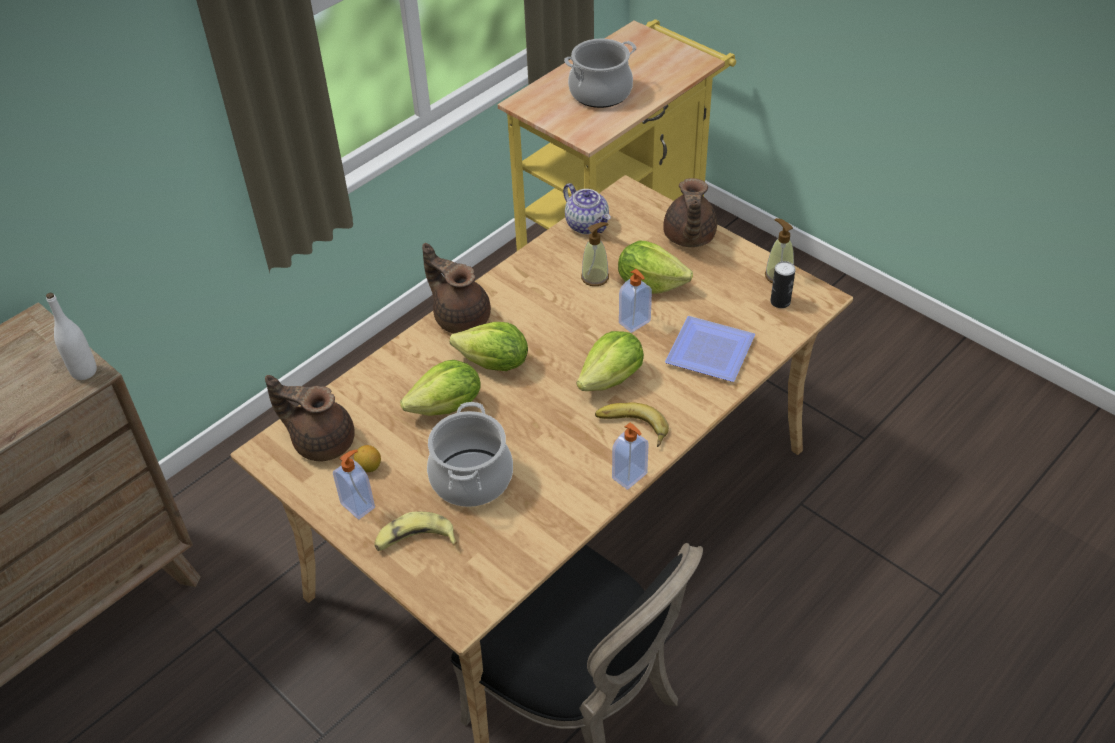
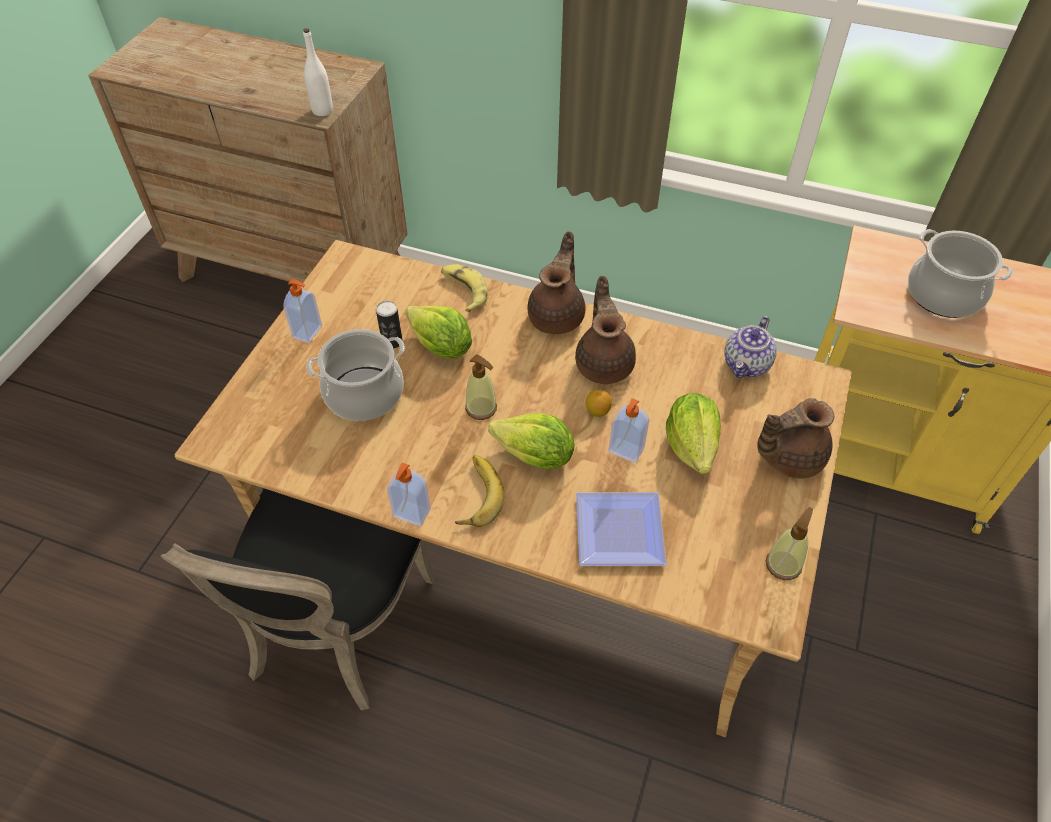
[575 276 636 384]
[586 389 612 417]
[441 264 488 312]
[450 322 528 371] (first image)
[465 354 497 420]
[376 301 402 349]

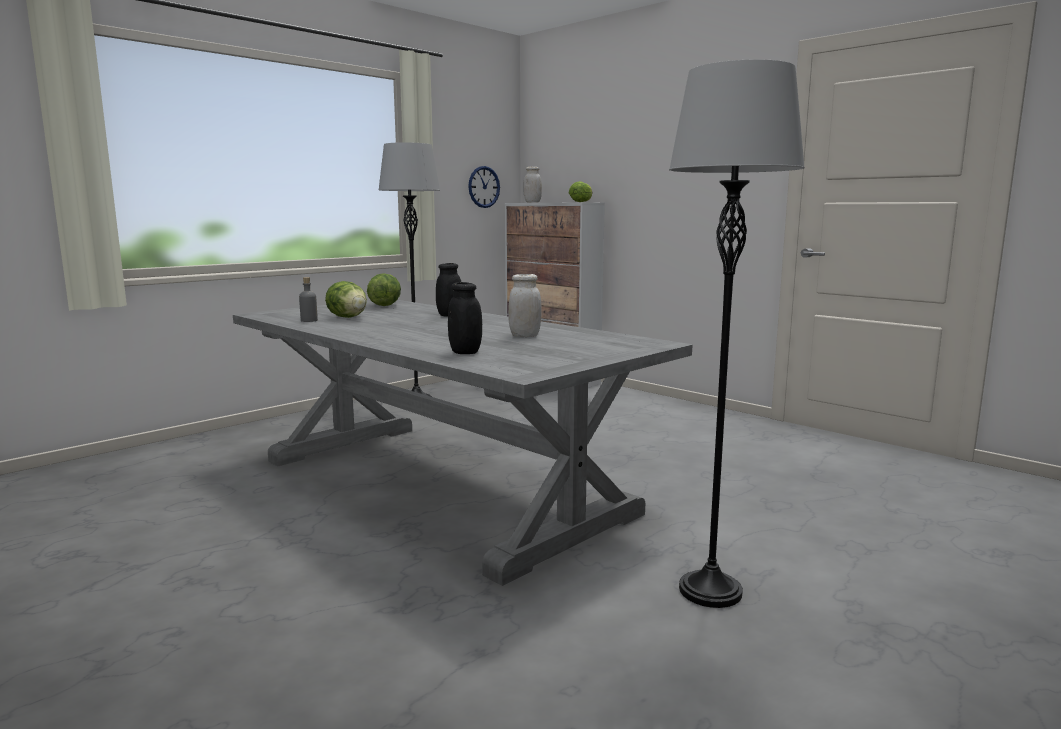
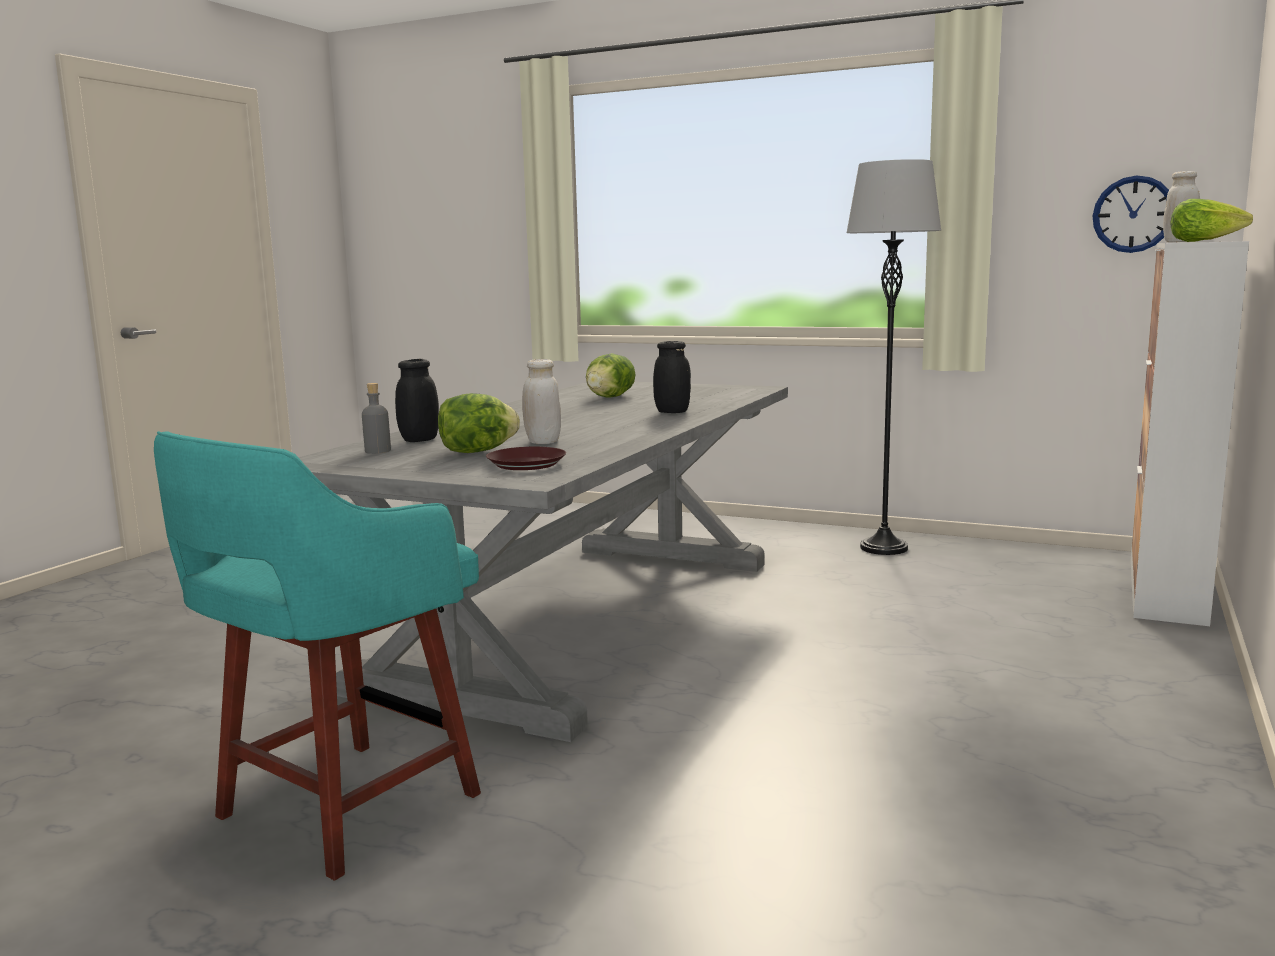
[362 383 391 454]
[438 393 520 453]
[154 431 481 881]
[486 447 566 470]

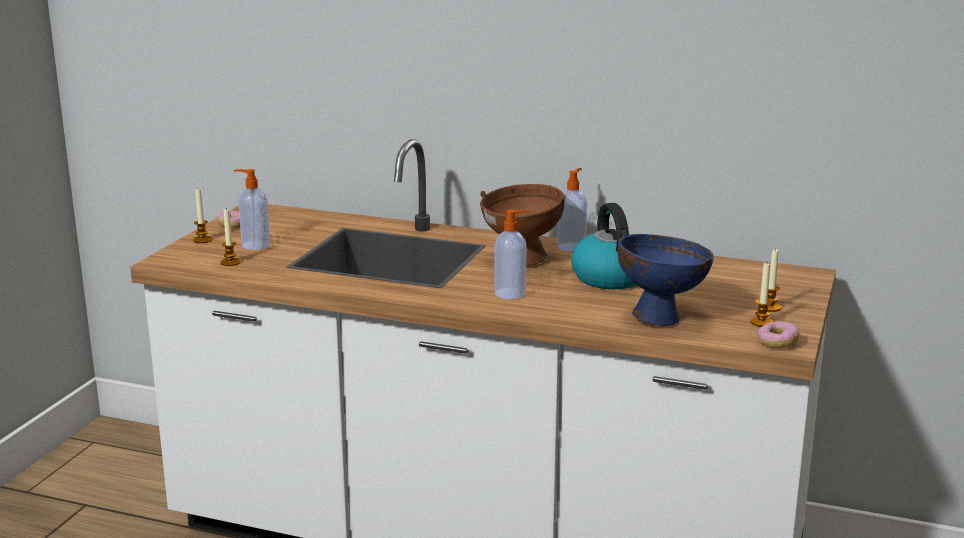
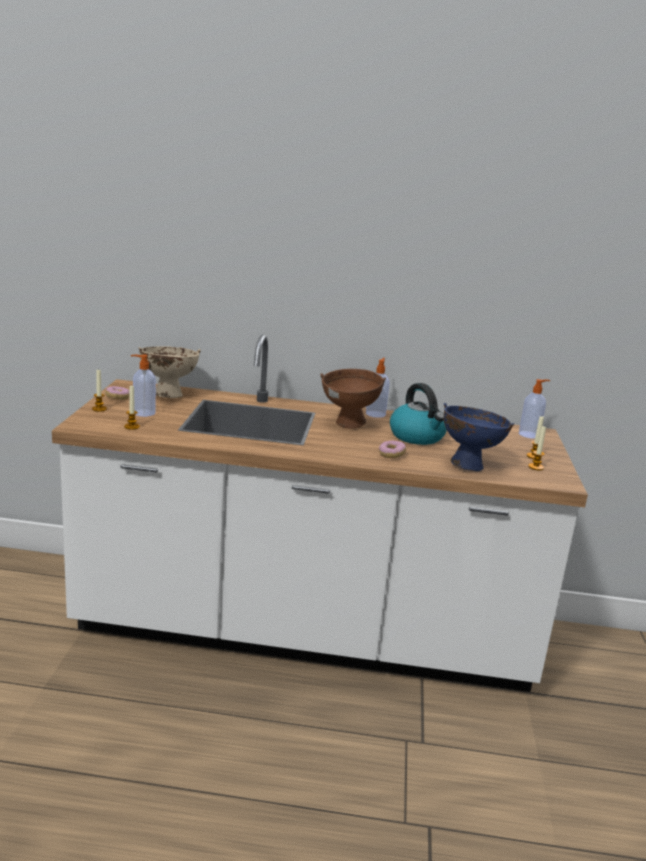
[519 379 550 439]
[379 441 406 458]
[139 346 201 398]

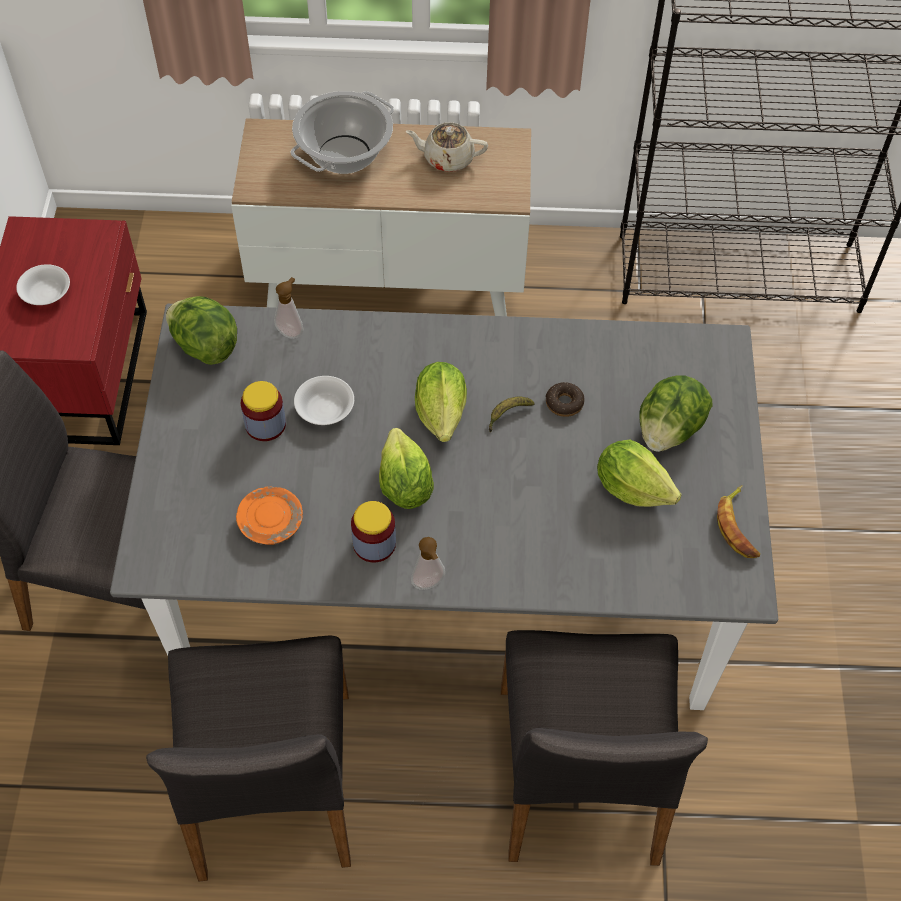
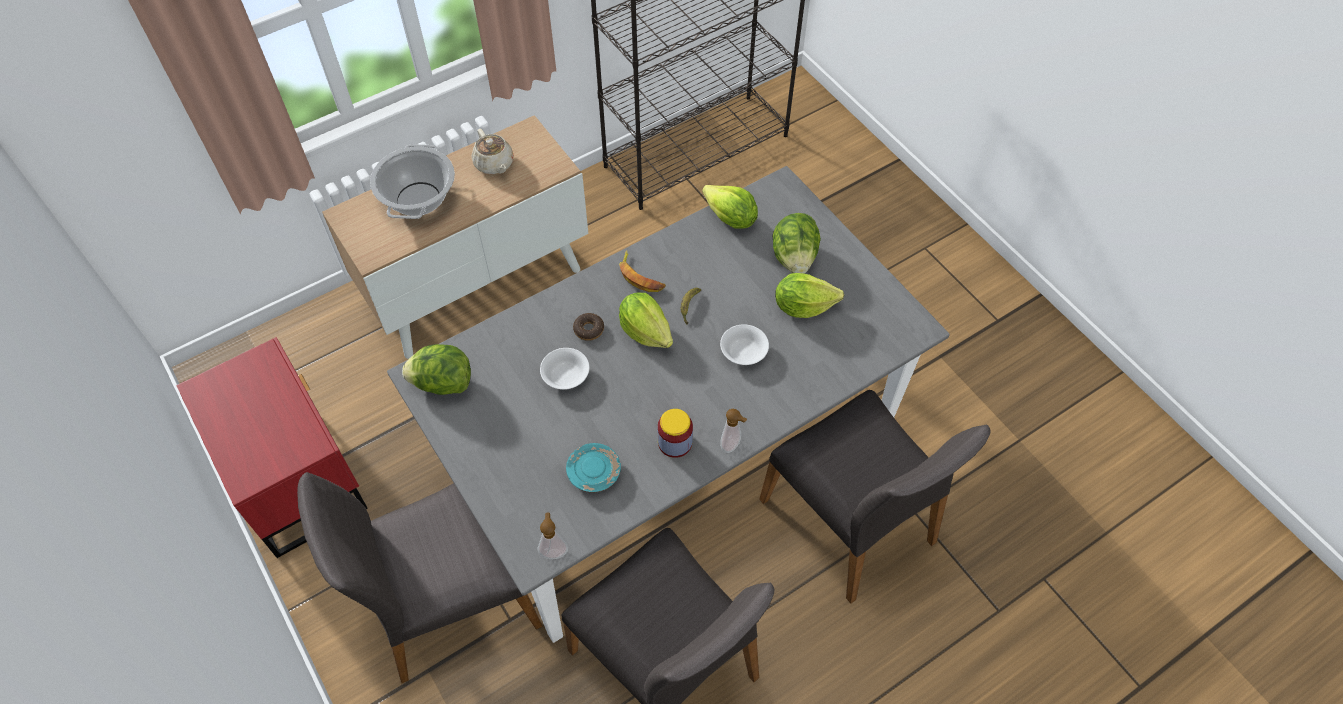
[720 324 769 365]
[566 443 621 493]
[241 381 286 441] (first image)
[537 513 568 559]
[702 185 758 229]
[472 129 514 174]
[573 313 604 341]
[619 250 666 292]

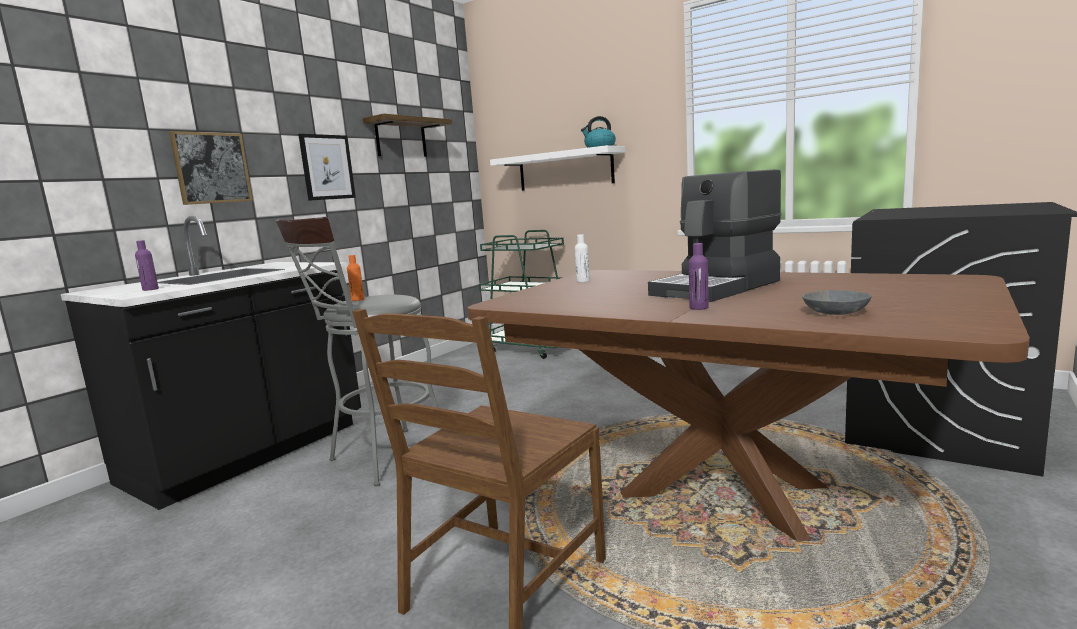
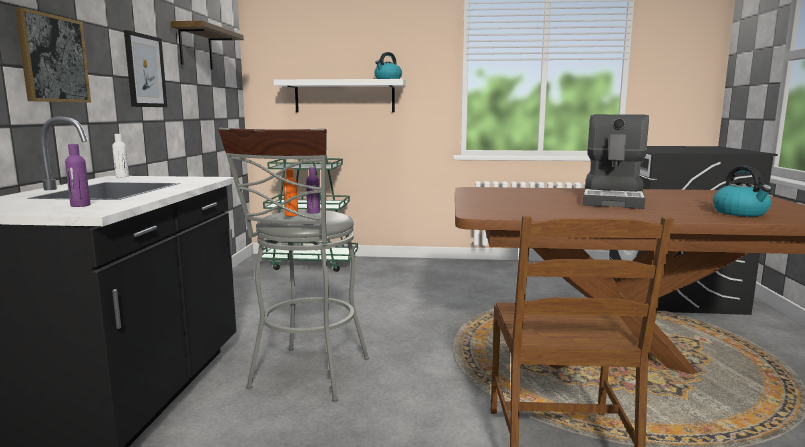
[112 134 129 177]
[306 167 320 213]
[713 165 772 217]

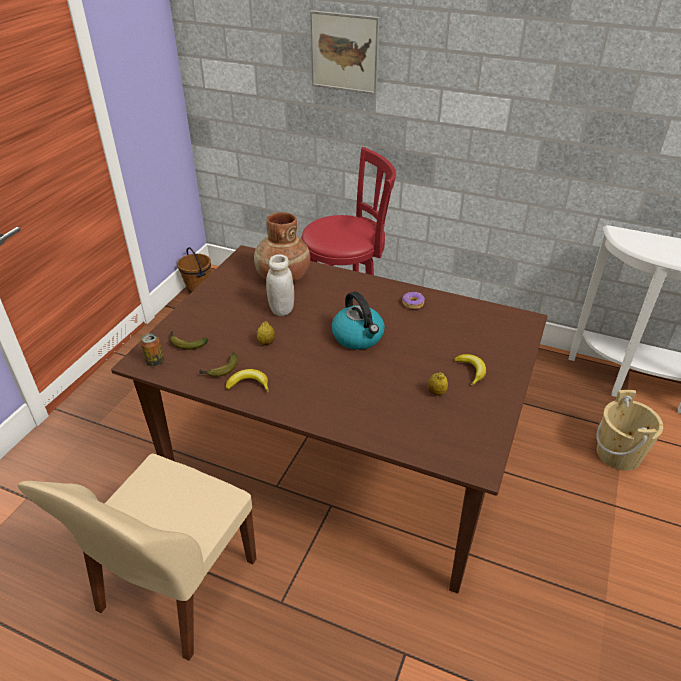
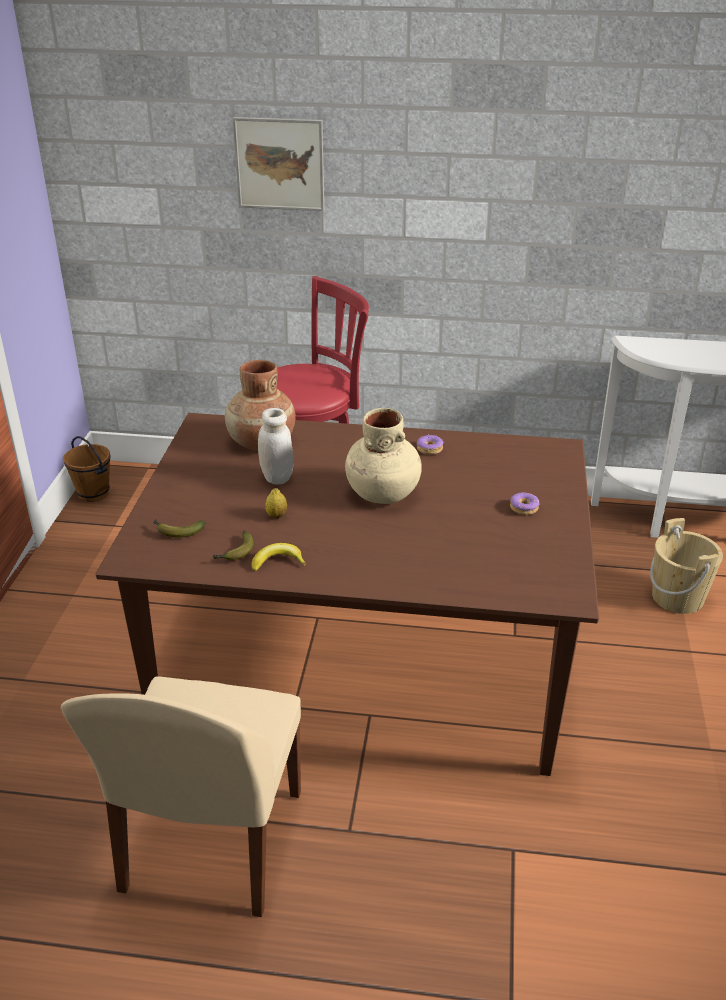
[141 333 164 366] (first image)
[345 408 422 504]
[428 372 448 396] (first image)
[510 493 539 515]

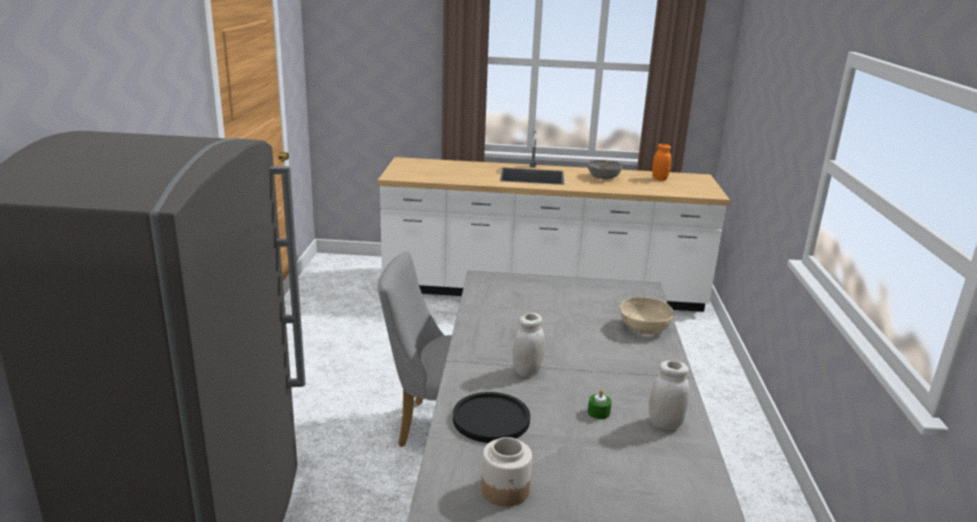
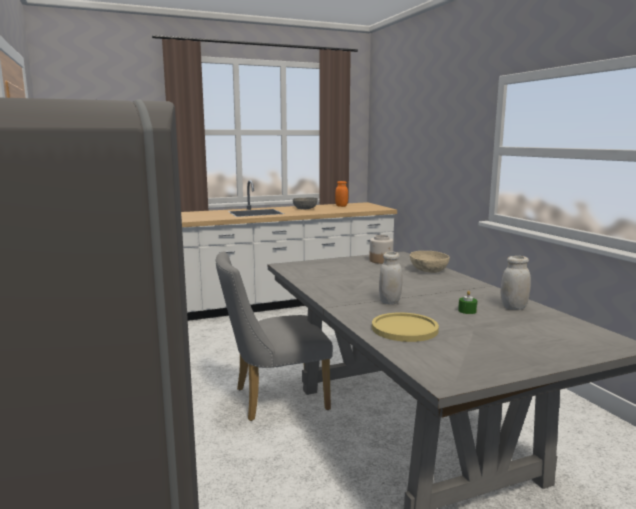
[372 312 439 342]
[369 235 393 264]

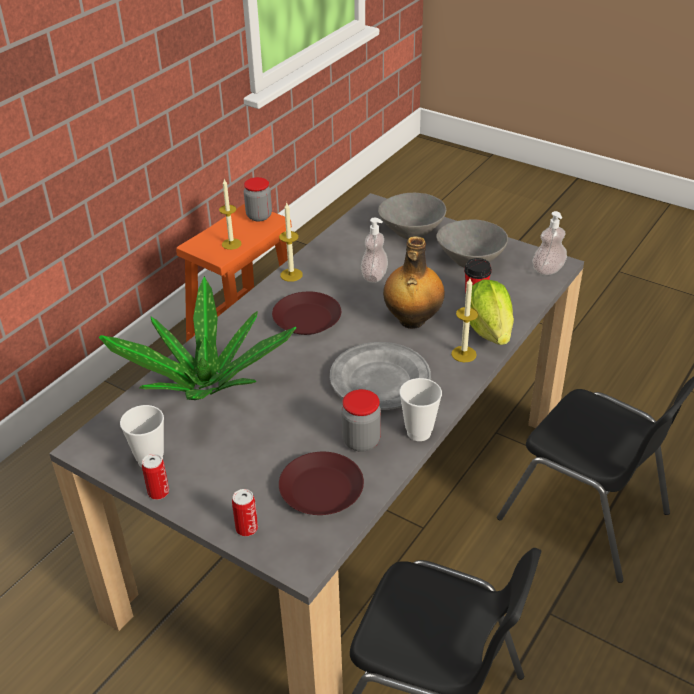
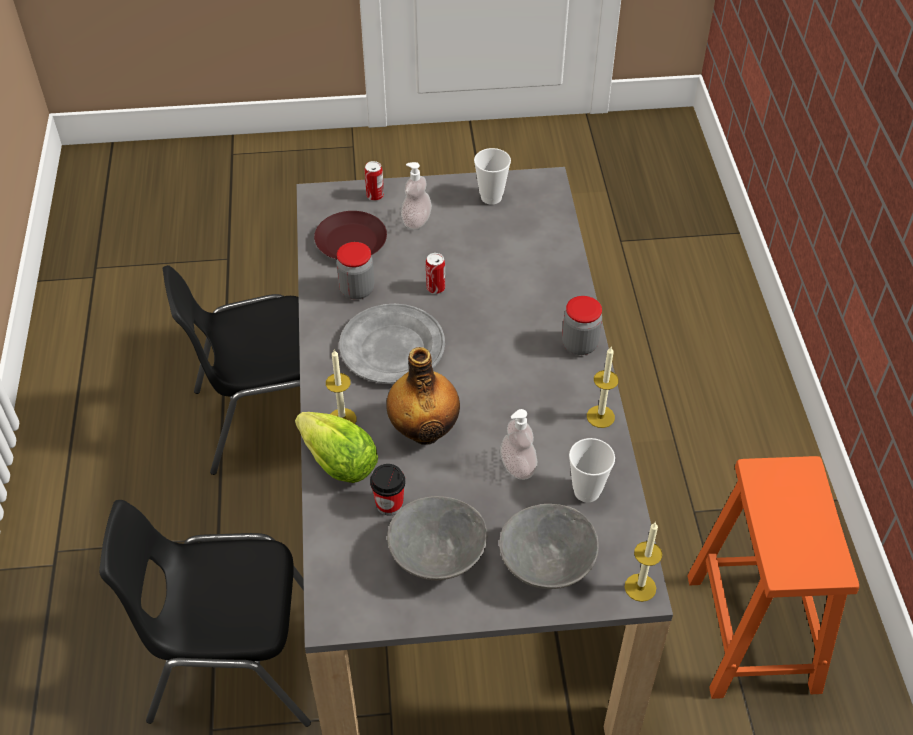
[99 276 297 400] (first image)
[426 253 445 294]
[625 522 662 602]
[562 296 602 355]
[272 292 341 335] (first image)
[569 438 615 503]
[401 162 432 229]

